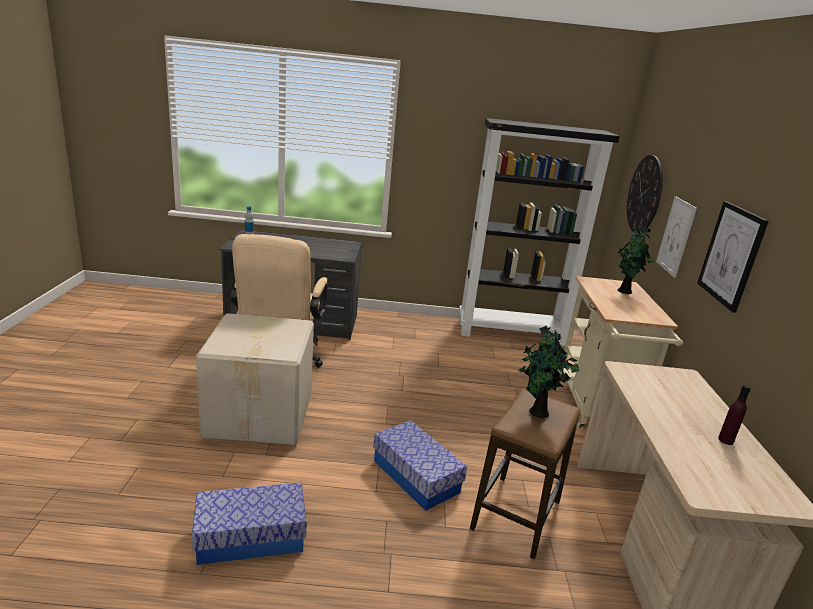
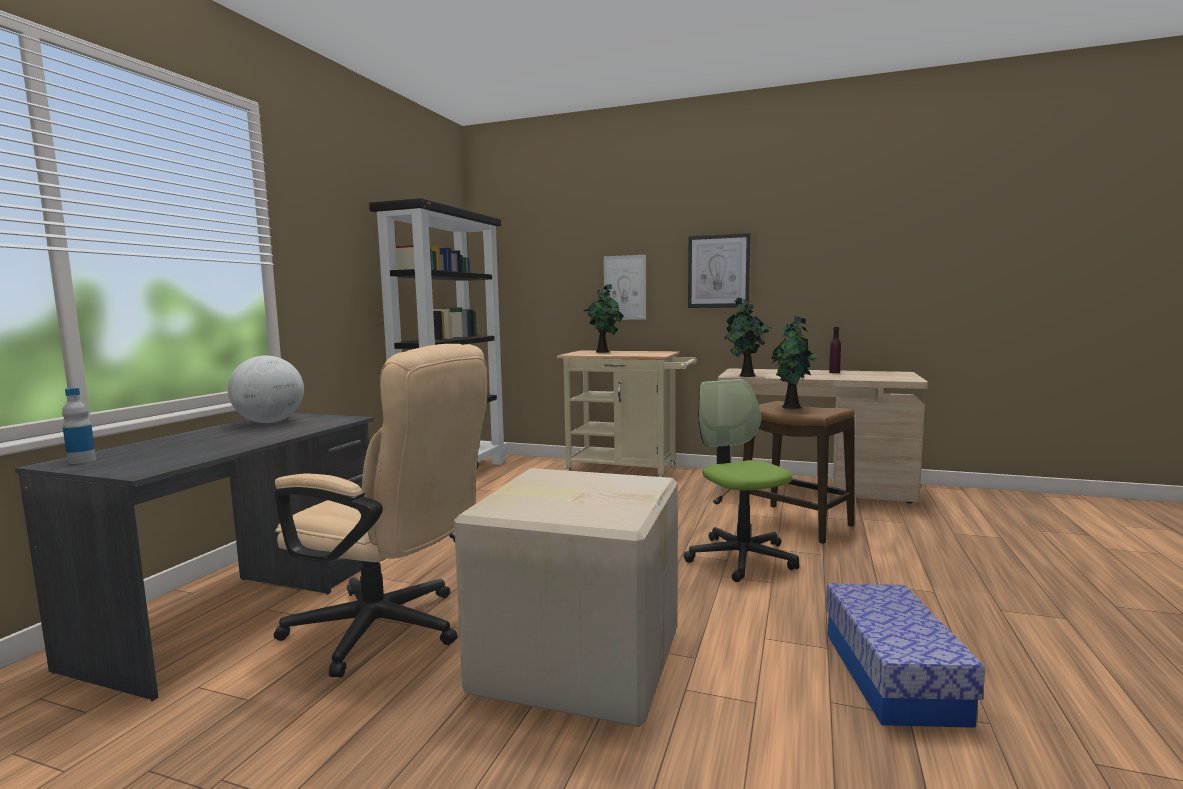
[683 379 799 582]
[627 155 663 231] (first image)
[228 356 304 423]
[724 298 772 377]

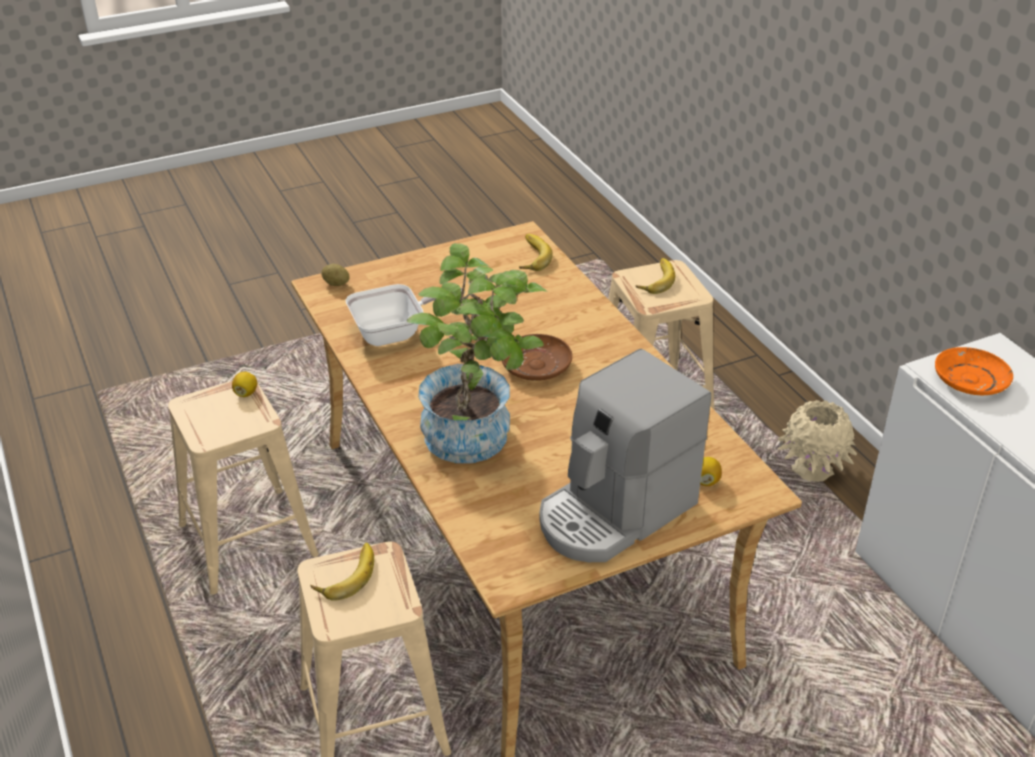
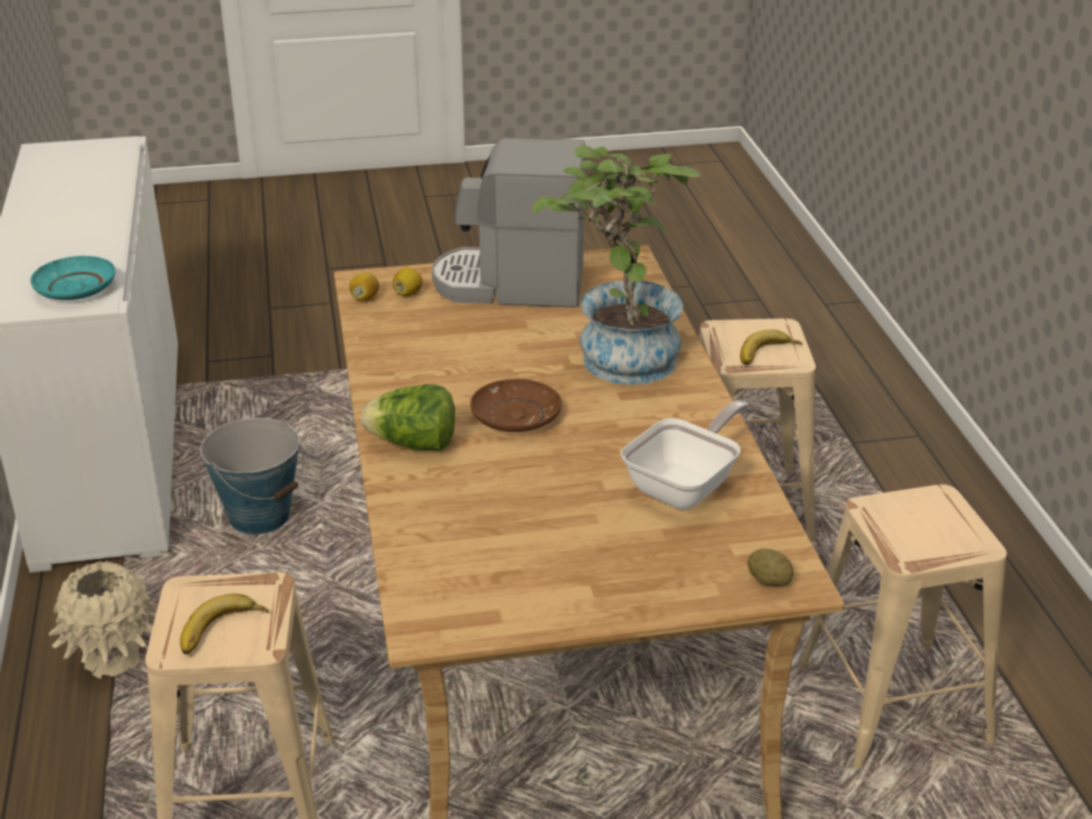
[349 273 379 301]
[621 400 749 510]
[519 234 553 271] (first image)
[432 137 585 308]
[31 256 115 300]
[200 418 304 534]
[361 384 455 451]

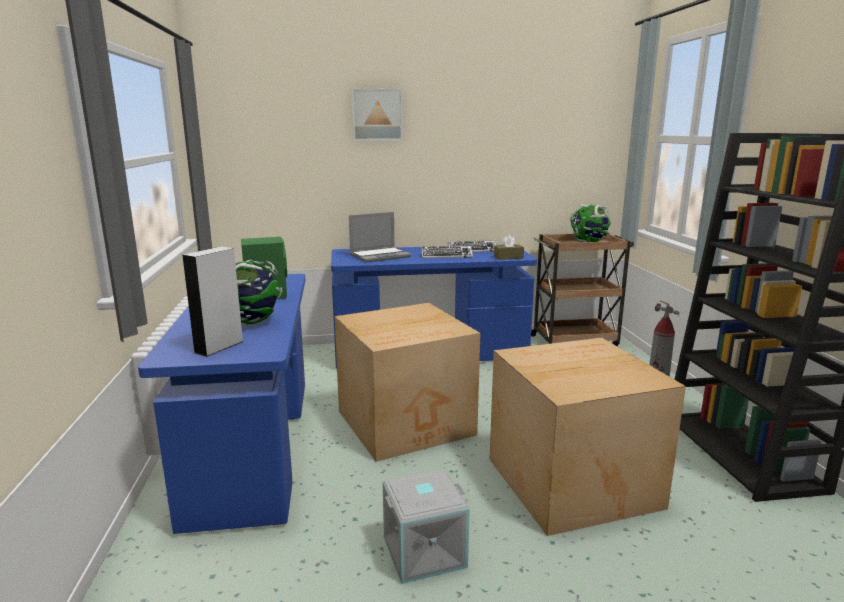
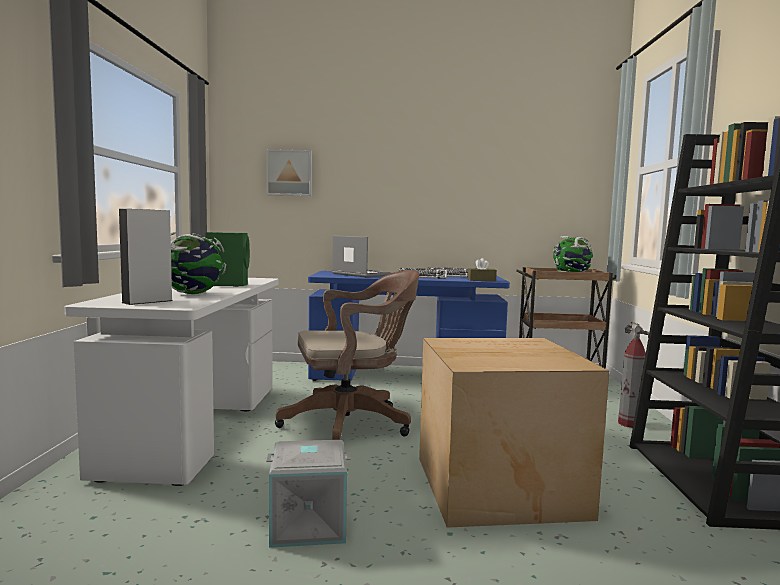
[65 278 278 486]
[275 270 420 440]
[332 236 391 277]
[266 149 312 196]

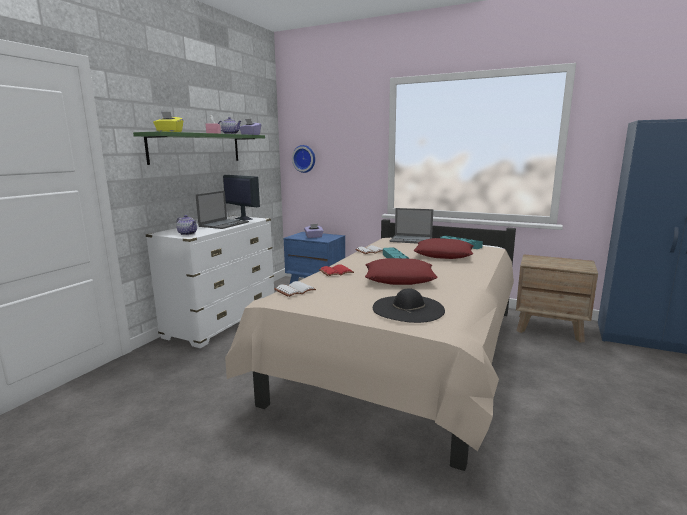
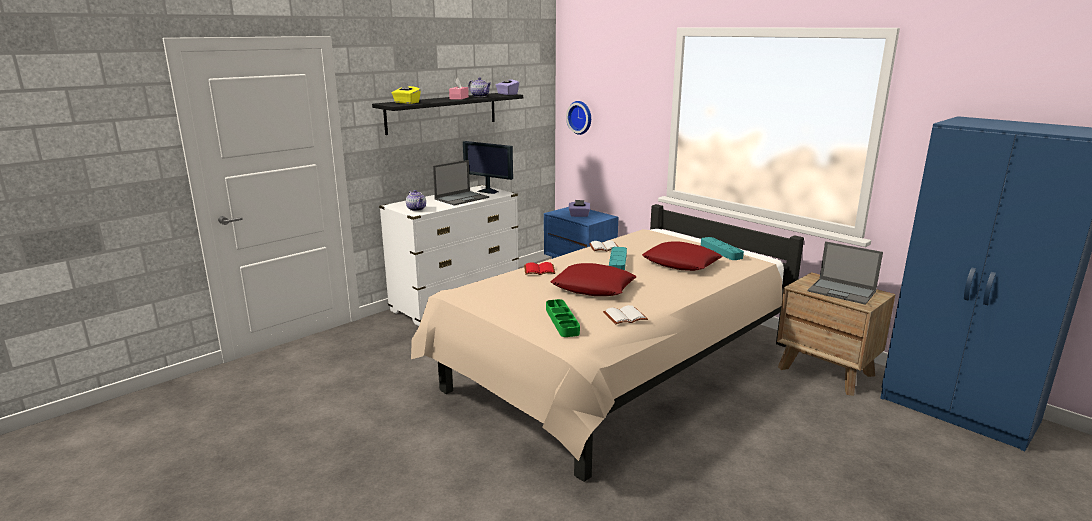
[372 93 523 135]
[463 141 513 194]
[603 305 648 324]
[546 299 580 337]
[808 241 883 305]

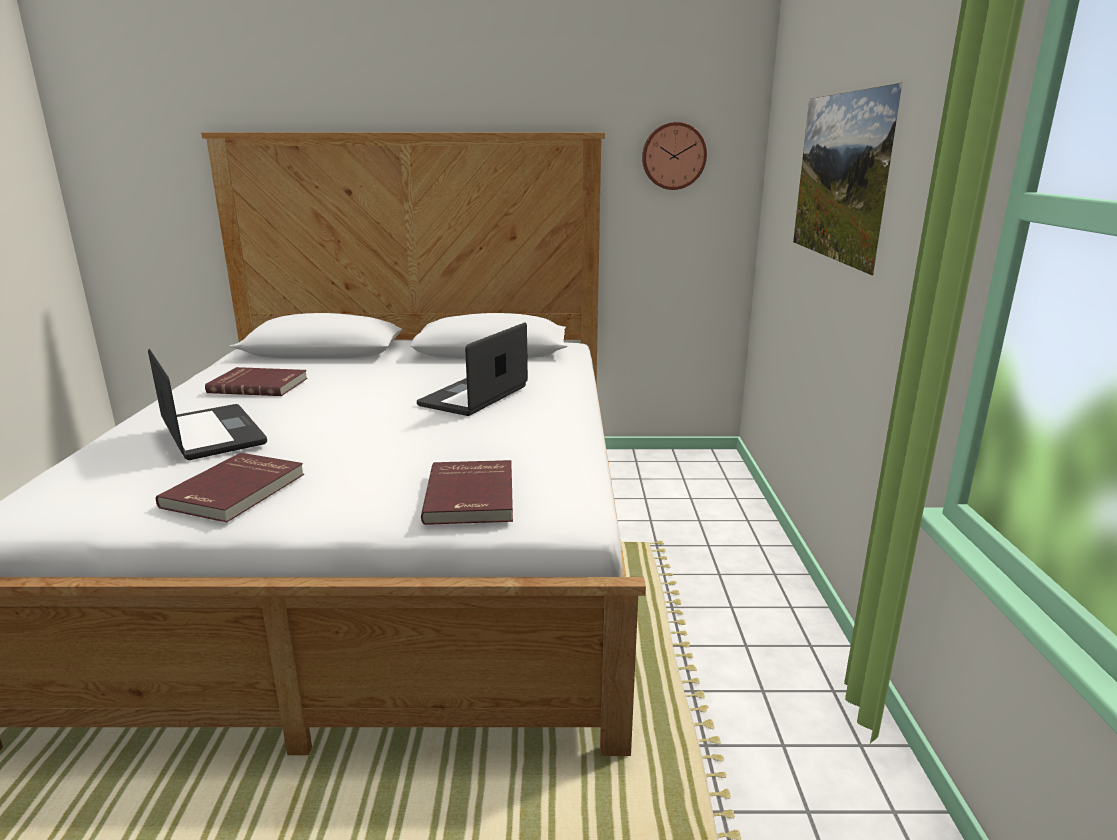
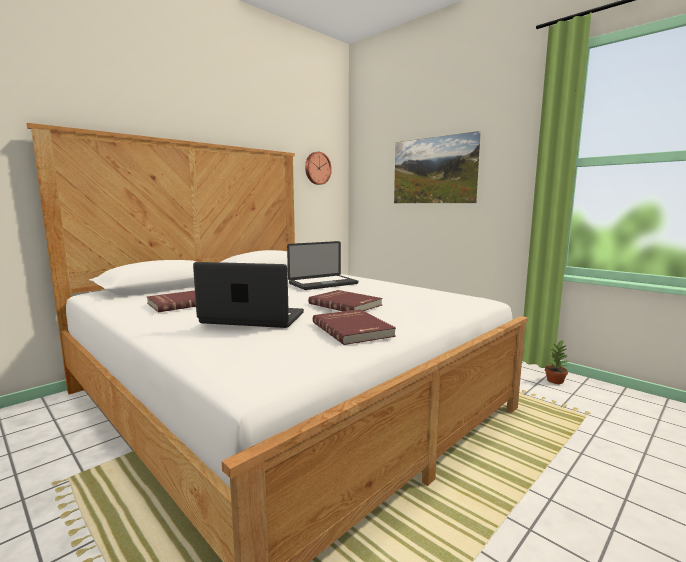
[287 241 358 290]
[308 290 383 311]
[545 341 569 384]

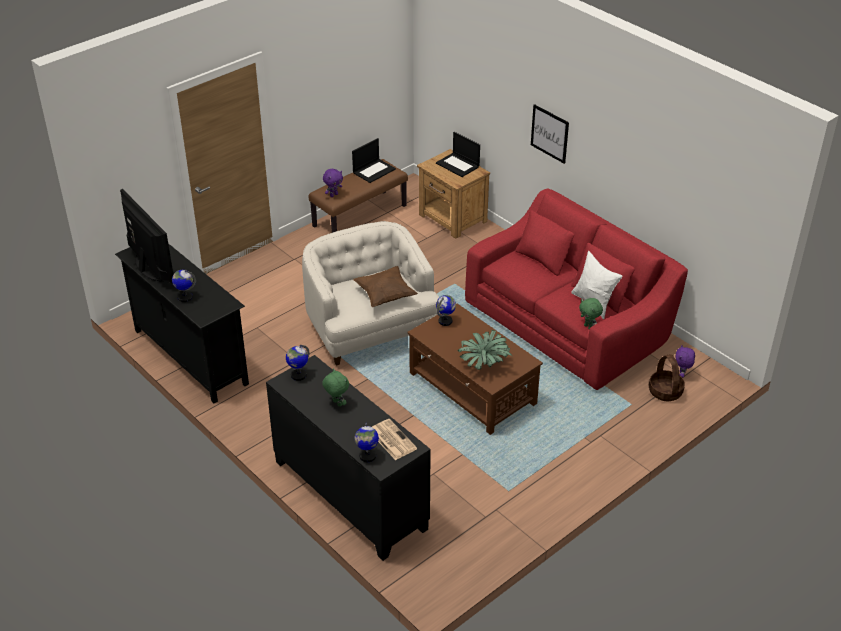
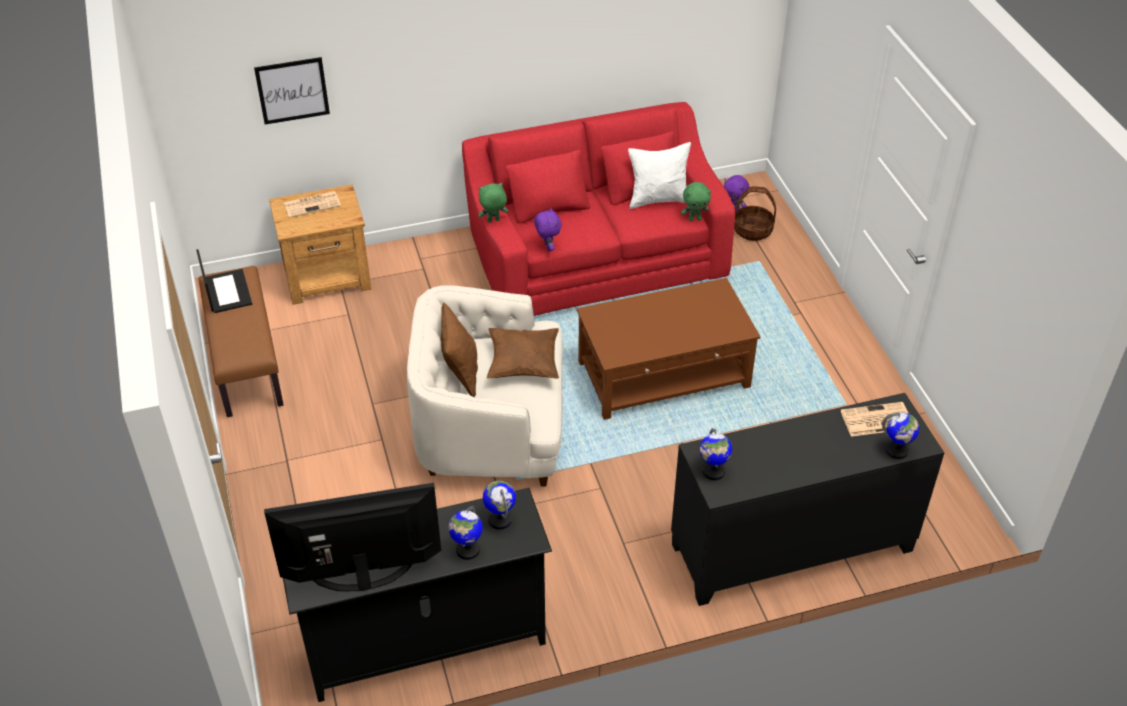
[478 183 508 223]
[534 207 562 252]
[284 191 341 218]
[483 481 516 530]
[458 330 512 370] (first image)
[254 57 330 125]
[441 302 478 398]

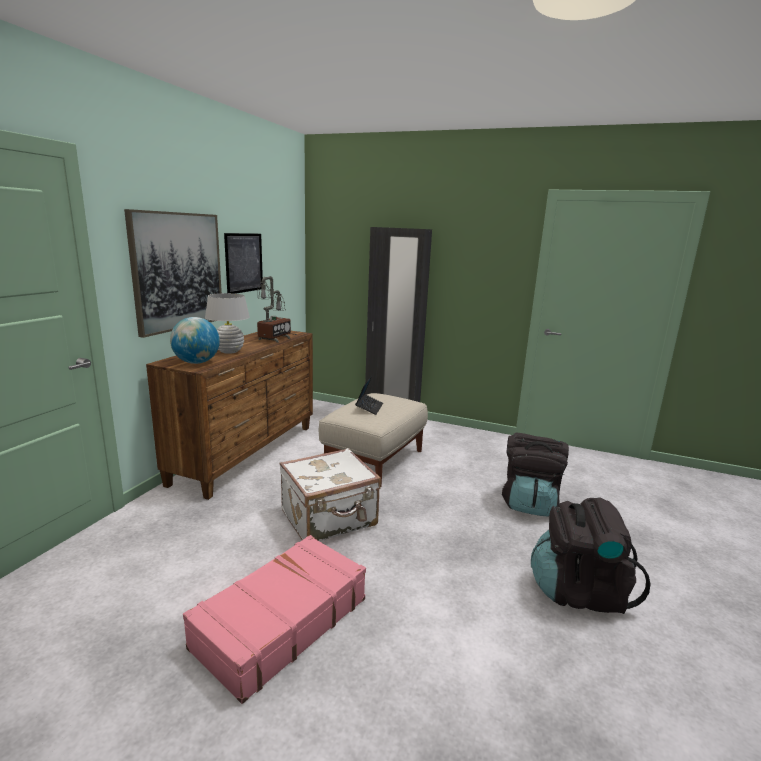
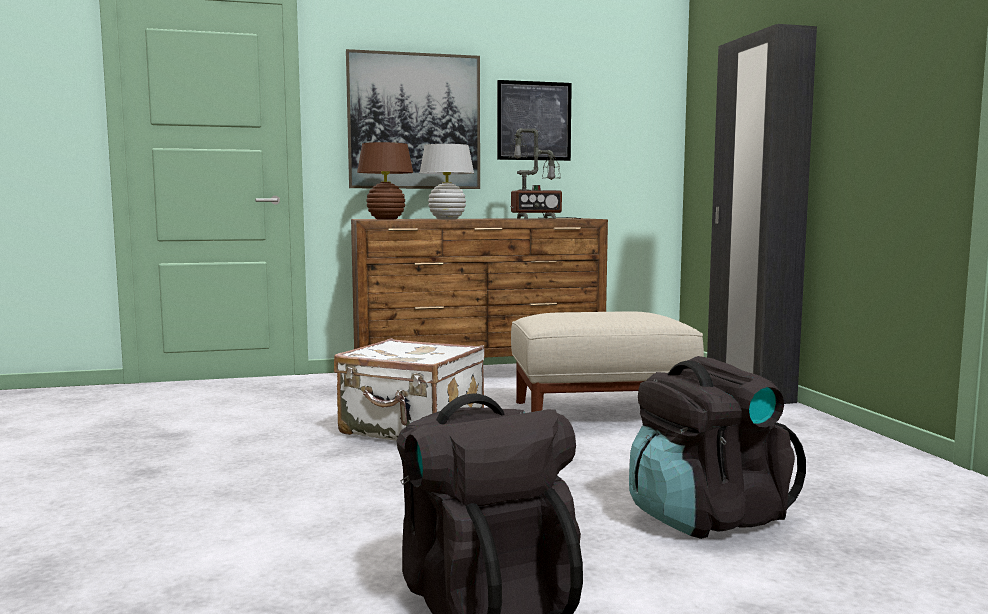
[357 142 413 219]
[183 535 366 704] (first image)
[355 376 383 415] (first image)

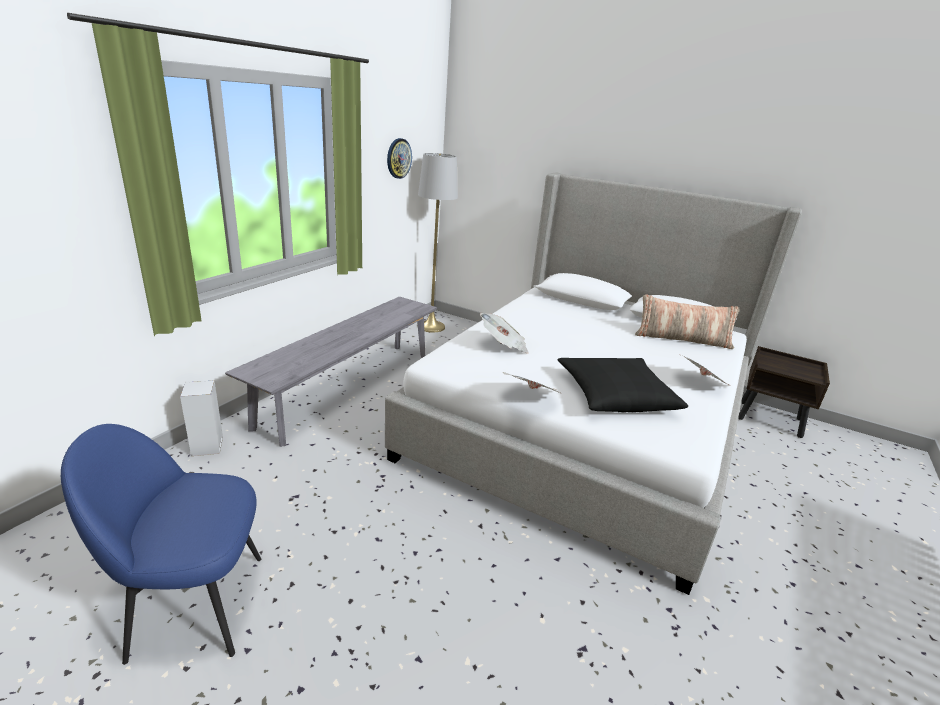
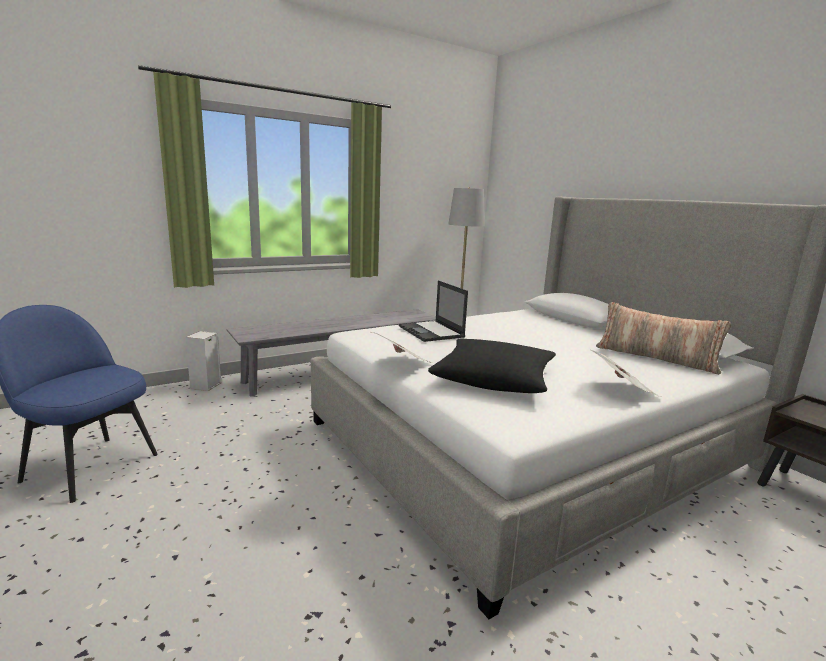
[387 138 412 179] (first image)
[399 280 468 342]

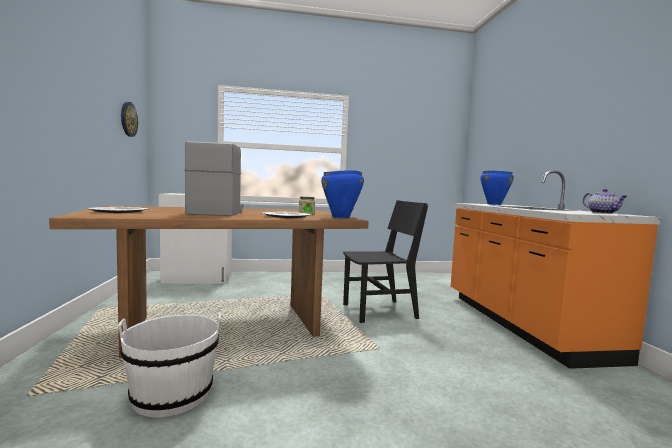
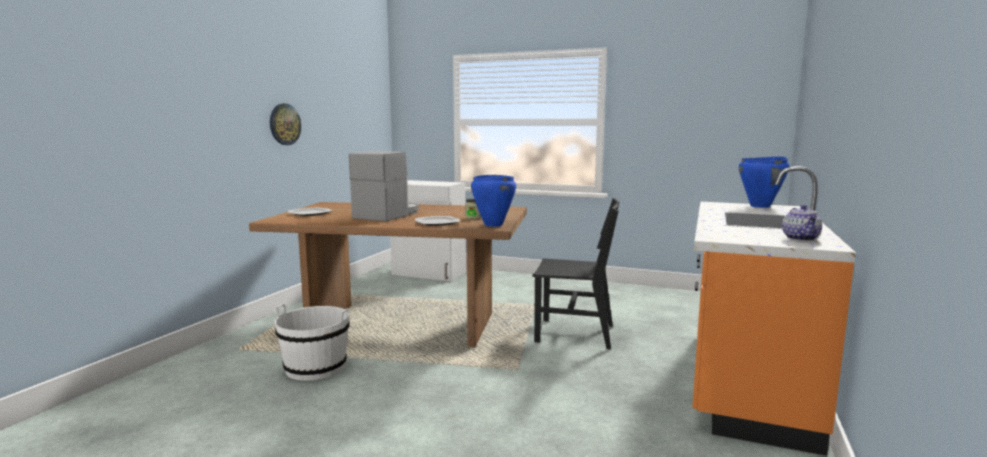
[270 104 301 145]

